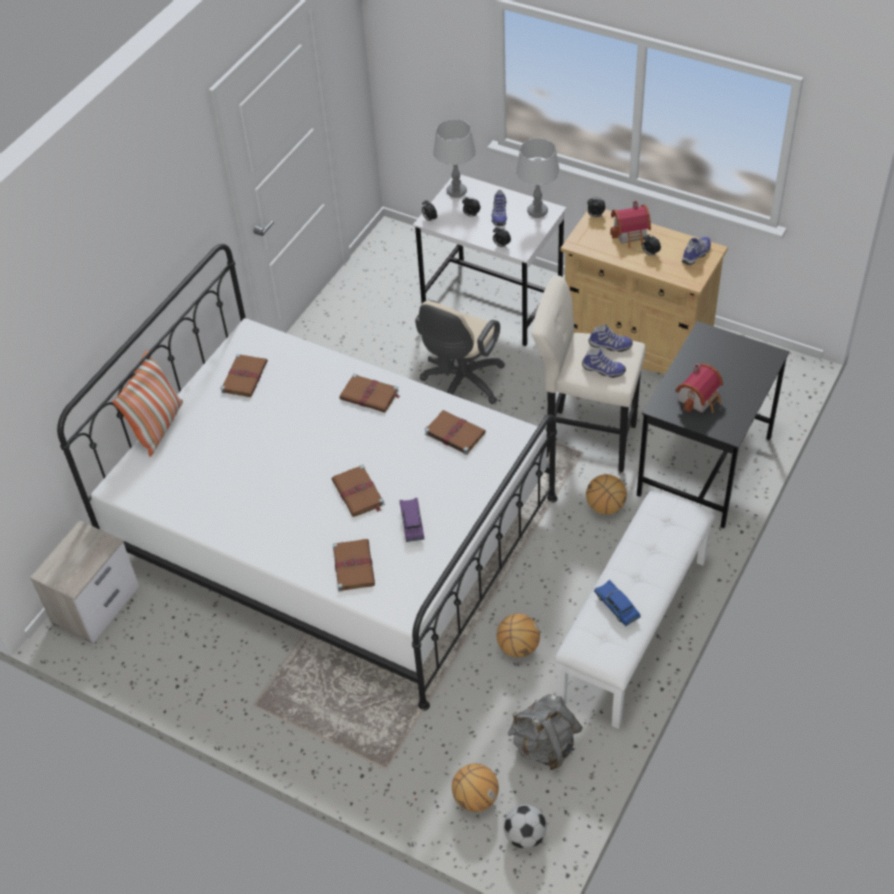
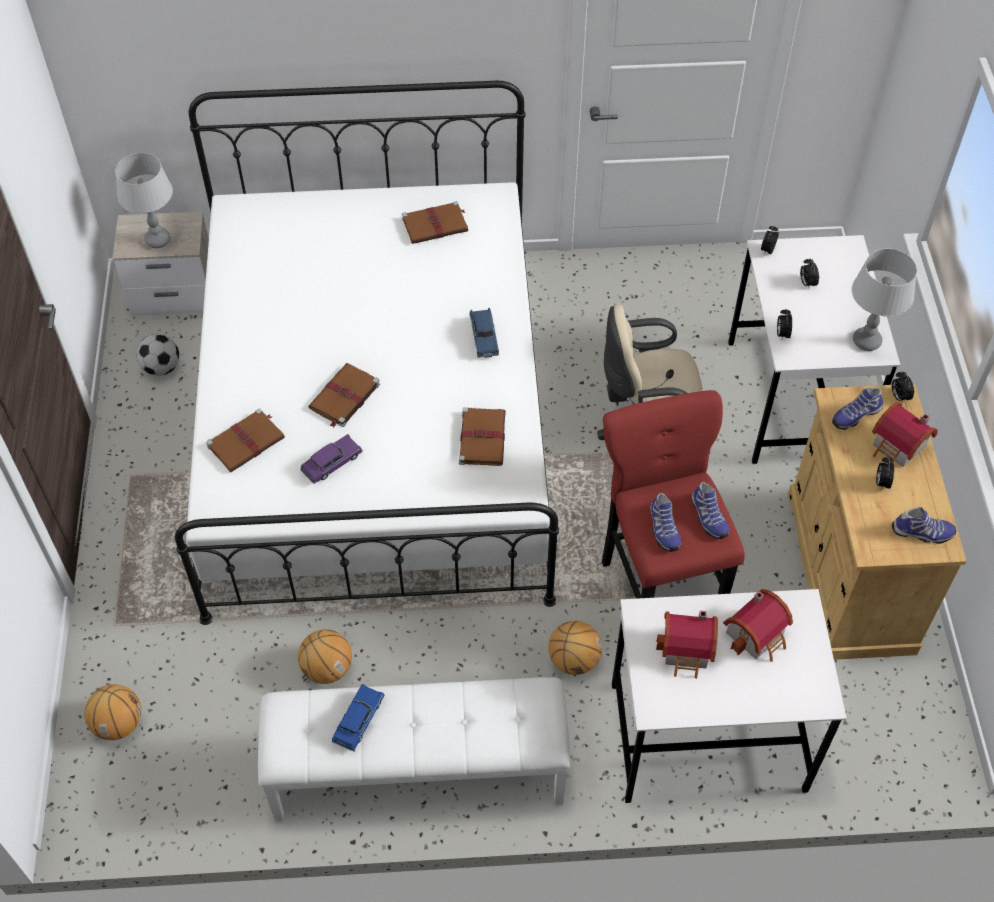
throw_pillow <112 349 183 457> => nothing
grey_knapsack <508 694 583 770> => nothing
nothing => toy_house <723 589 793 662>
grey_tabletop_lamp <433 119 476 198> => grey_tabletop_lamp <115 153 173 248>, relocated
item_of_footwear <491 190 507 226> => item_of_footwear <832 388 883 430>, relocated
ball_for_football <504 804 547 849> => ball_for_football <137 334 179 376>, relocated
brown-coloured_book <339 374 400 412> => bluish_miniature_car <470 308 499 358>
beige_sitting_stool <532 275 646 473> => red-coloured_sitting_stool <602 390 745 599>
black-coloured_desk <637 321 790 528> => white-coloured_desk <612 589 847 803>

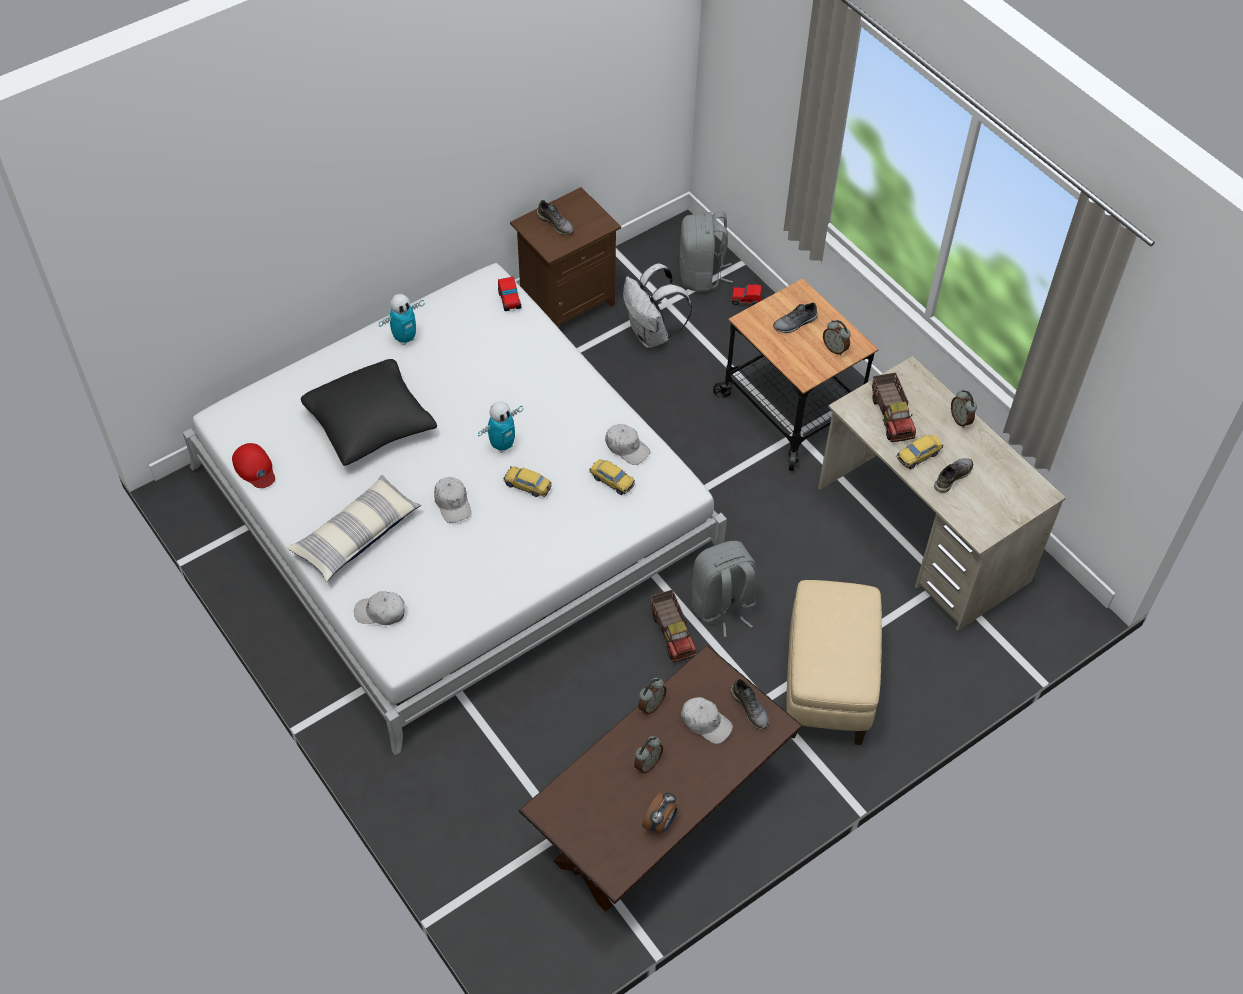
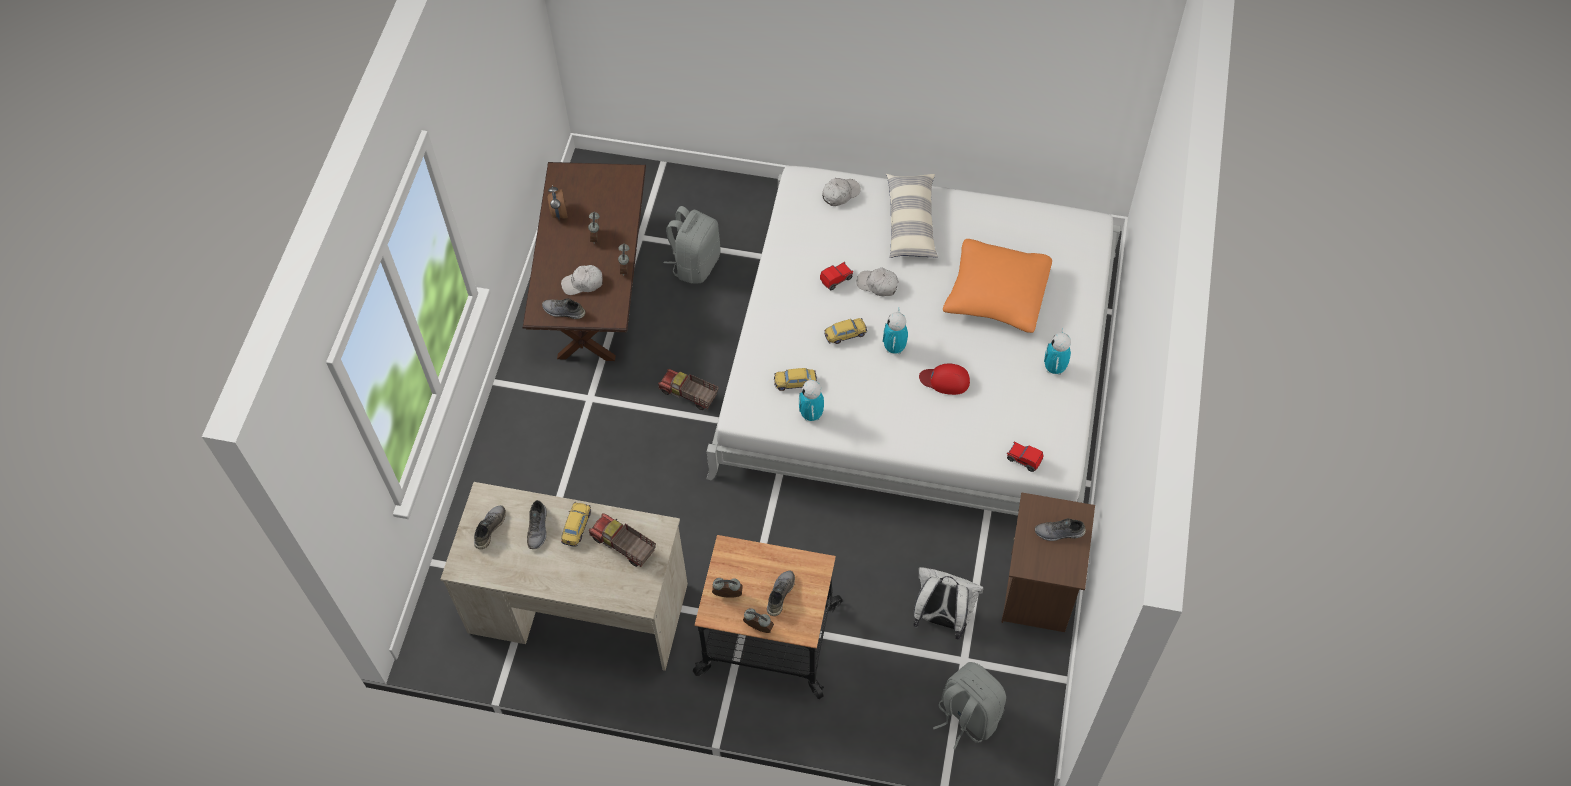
beige_ottoman <787 580 882 745> => nothing
nothing => grey_item_of_footwear <474 505 506 549>
red-coloured_peaked_cap <232 443 275 488> => red-coloured_peaked_cap <919 364 970 395>, relocated
grey_knapsack <691 541 757 637> => grey_knapsack <664 206 720 283>, relocated
miniature_car <731 284 762 305> => miniature_car <820 262 853 290>, relocated
alarm_clock <951 390 977 428> => alarm_clock <743 608 774 633>, relocated
white-coloured_peaked_cap <605 424 651 465> => toy_robot <799 376 824 421>
black-coloured_throw_pillow <301 359 437 466> => orange_throw_pillow <943 239 1052 333>

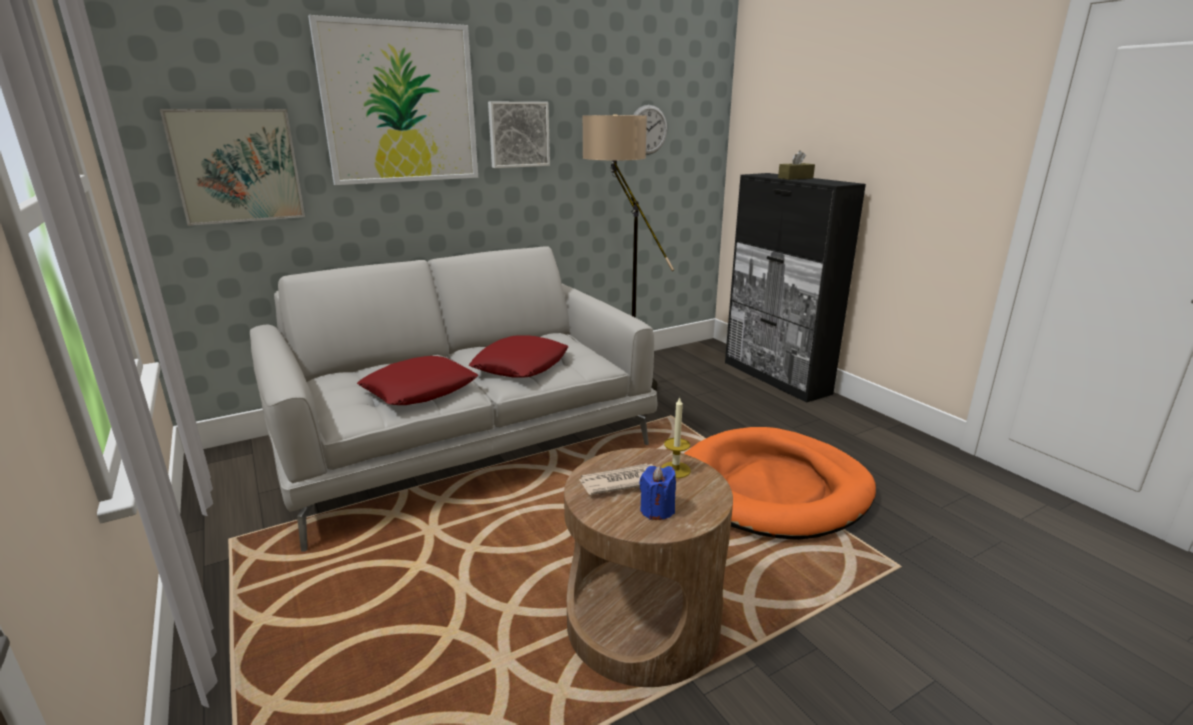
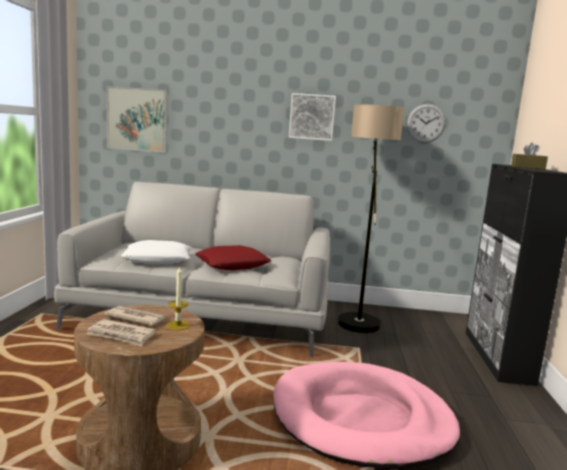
picture <308 15 478 185> => nothing
bluish_candle <639 466 676 520> => daily_paper <86 319 156 346>
red-coloured_throw_pillow <357 356 478 405> => white-coloured_throw_pillow <121 240 192 264>
orange_pet_bed <684 427 876 540> => pinkish_pet_bed <273 362 460 469>

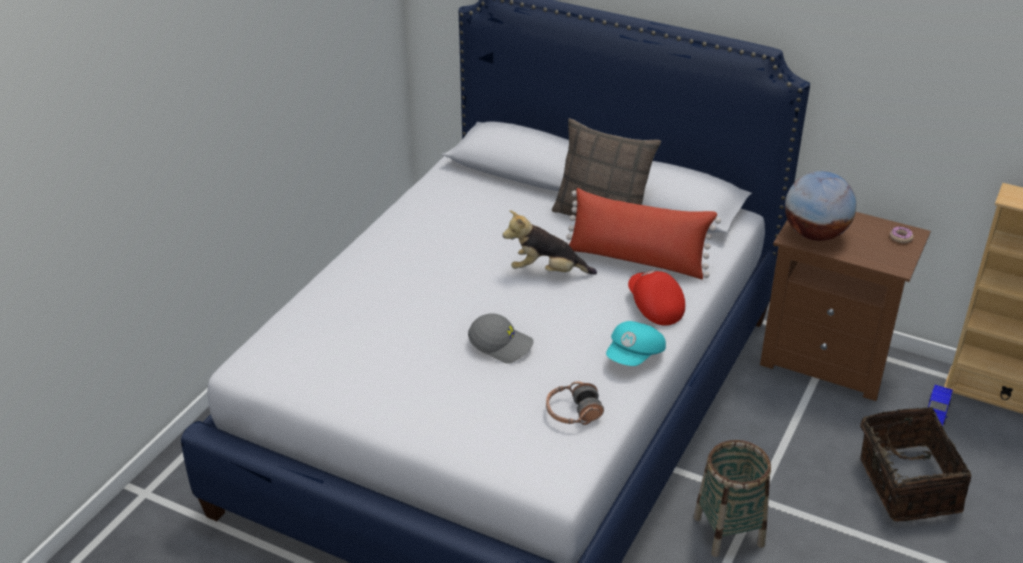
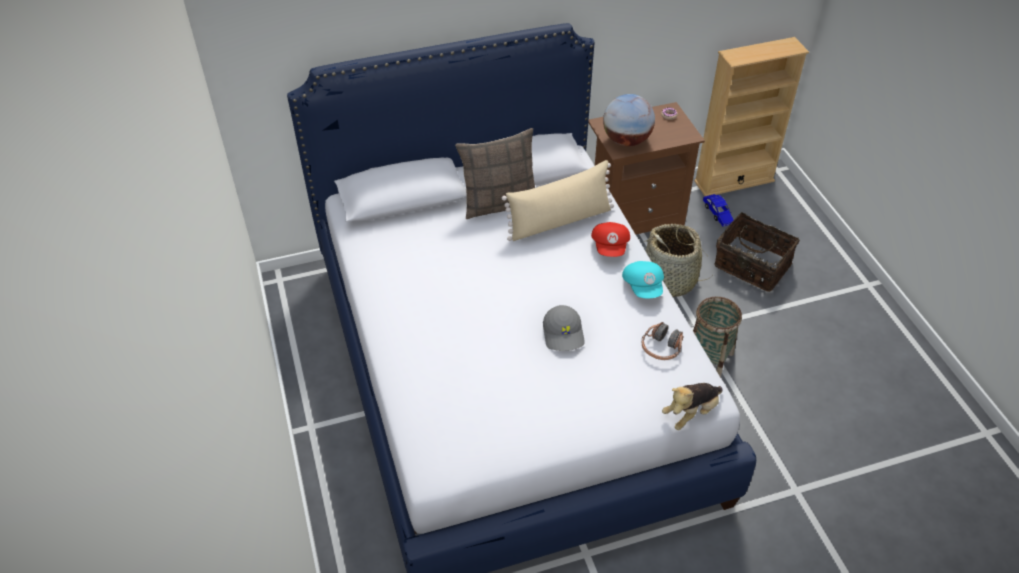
nothing => household_basket <643 224 714 297>
soft_toy <503 210 597 275> => soft_toy <662 383 723 430>, relocated
red-coloured_throw_pillow <566 188 721 279> => beige_throw_pillow <502 160 614 241>
grey_peaked_cap <468 313 534 364> => grey_peaked_cap <543 305 585 351>, 105 degrees clockwise
red-coloured_peaked_cap <628 270 685 326> => red-coloured_peaked_cap <591 222 630 257>, 105 degrees counterclockwise

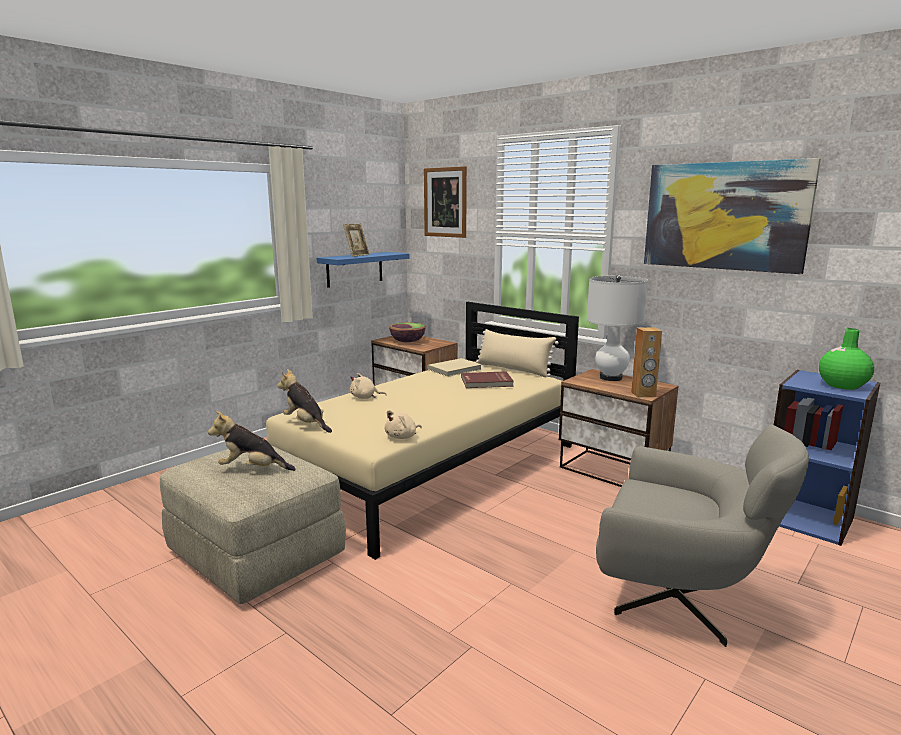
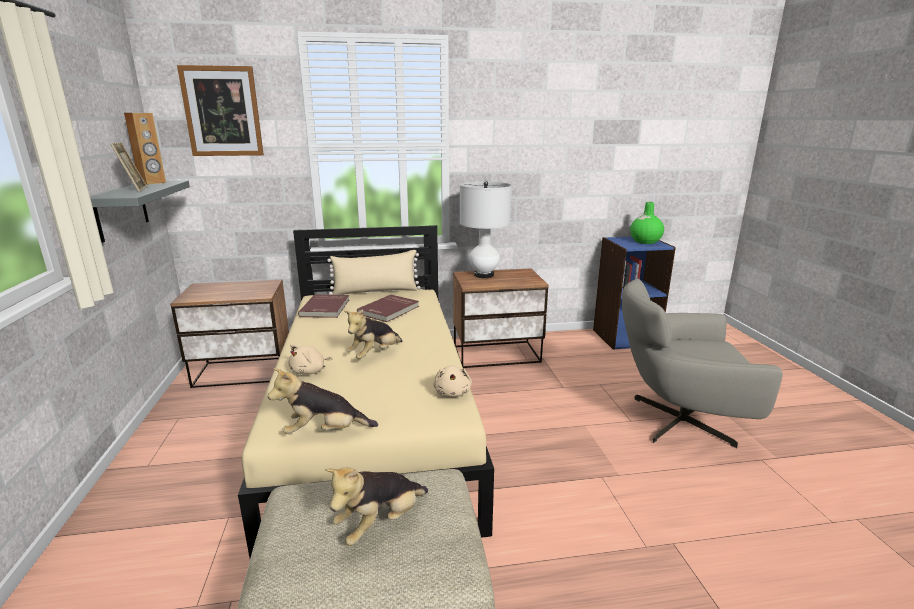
serving_bowl <389 322 426 342> => nothing
picture <644 158 821 274> => nothing
nothing => soft_toy <344 309 402 359>
brown-coloured_audio_speaker <631 327 662 398> => brown-coloured_audio_speaker <124 113 166 185>, relocated
bluish_shelf <316 252 410 288> => grey_shelf <90 180 190 243>
beige_book <428 358 482 377> => red-coloured_book <298 294 349 318>
grey_easy_chair <596 425 809 647> => grey_easy_chair <622 279 783 448>, 150 degrees counterclockwise

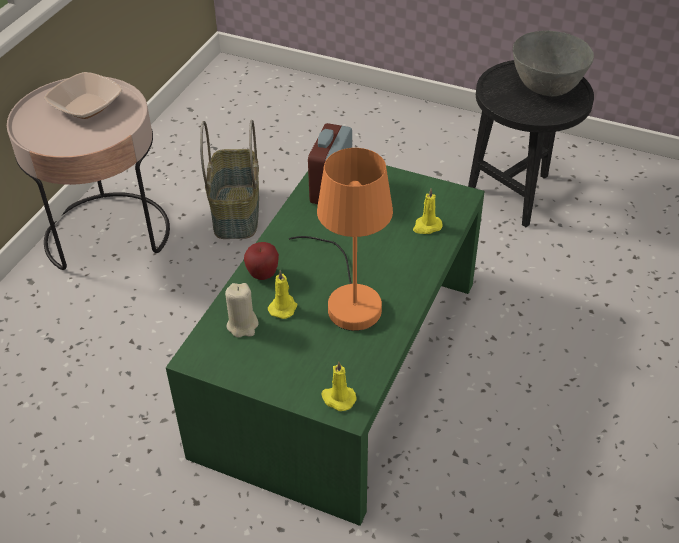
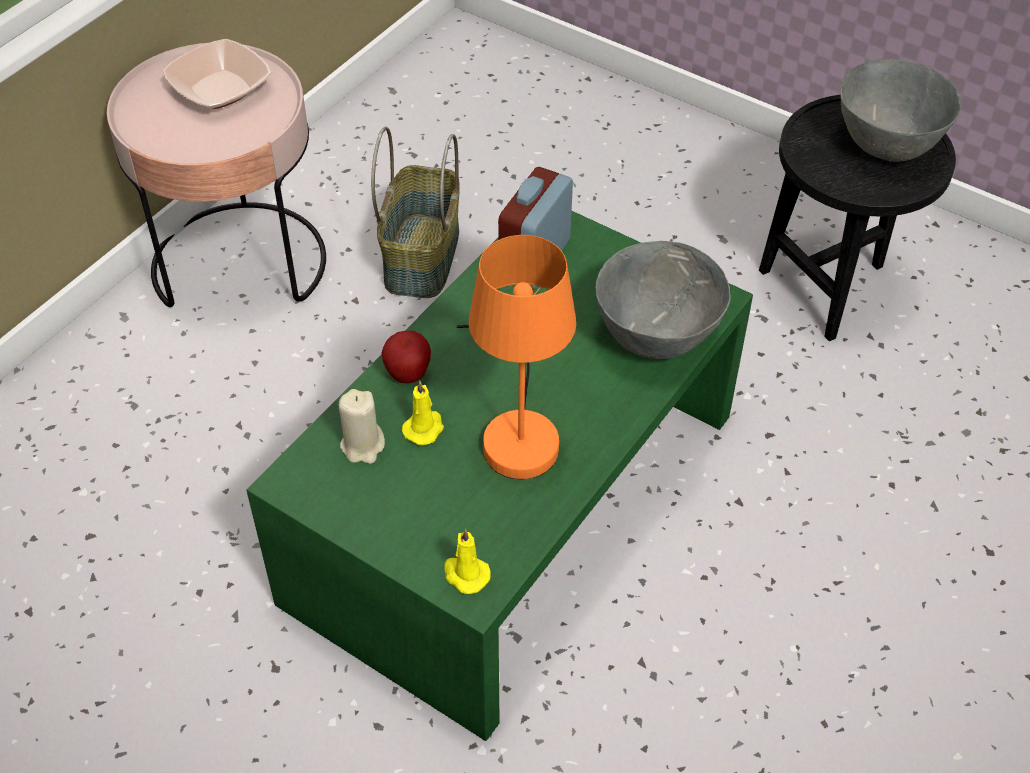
yellow-coloured_candle <413 188 443 234> => grey_serving_bowl <596 241 731 359>

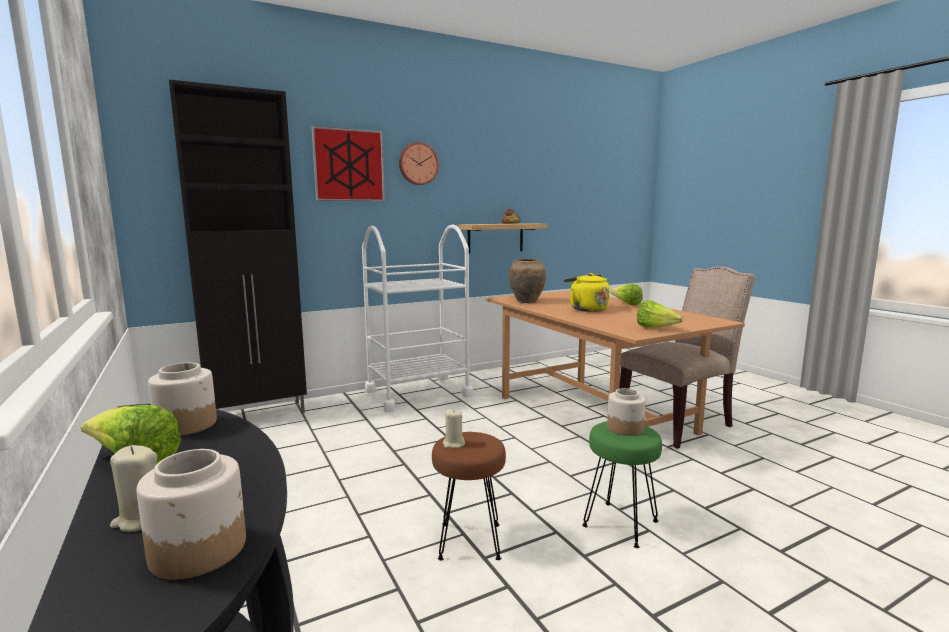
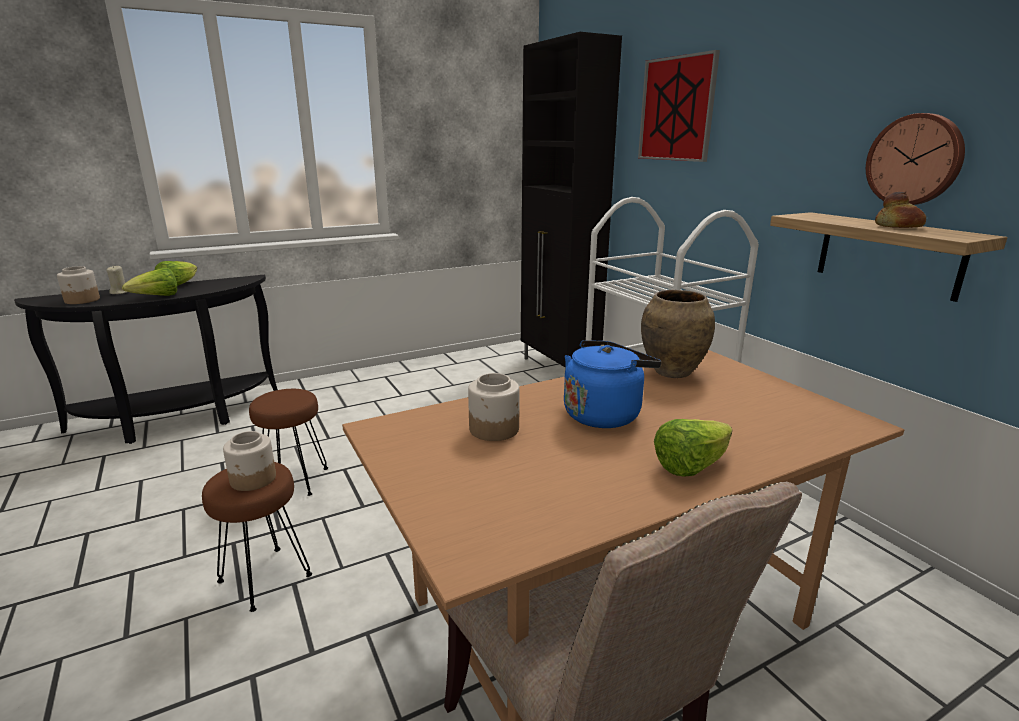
beige_candle <443 409 465 448> => nothing
preserve_jar <148 363 217 436> => preserve_jar <468 373 520 441>, relocated
hanging_clock <399 142 439 185> => hanging_clock <866 113 965 205>, relocated
lettuce_head <637 300 683 328> => lettuce_head <122 268 177 296>, relocated
yellow-coloured_tea_kettle <564 273 610 312> => bluish_tea_kettle <564 340 661 428>
green-coloured_sitting_stool <582 421 662 548> => brown-coloured_sitting_stool <202 462 312 612>

